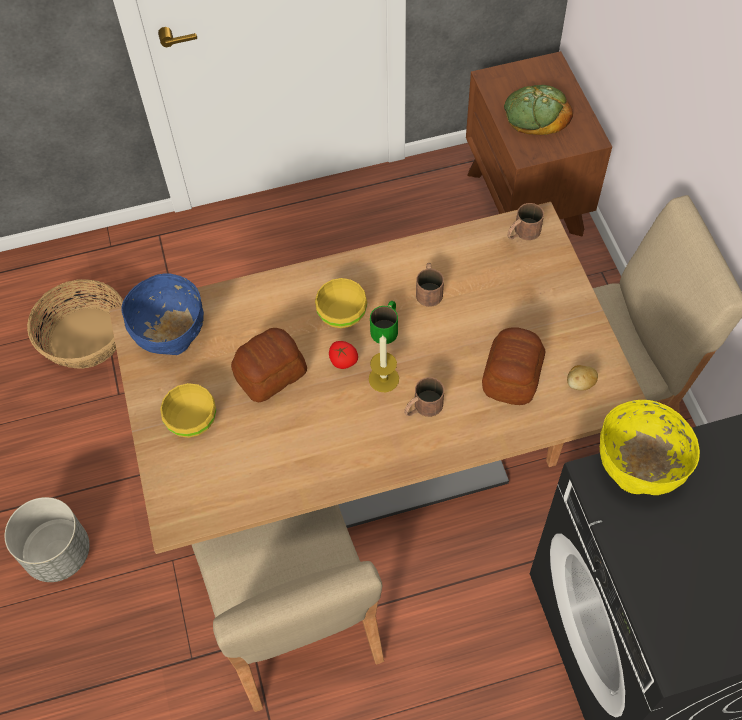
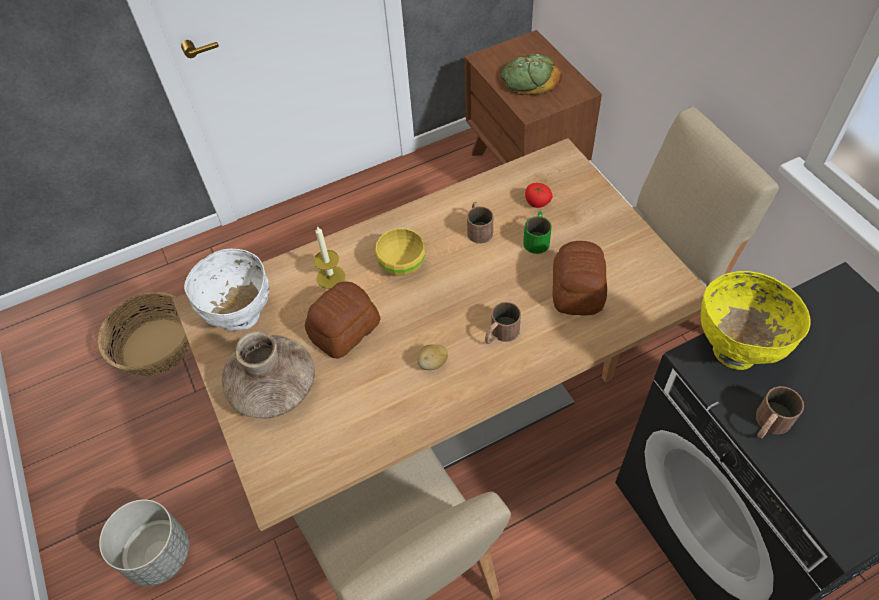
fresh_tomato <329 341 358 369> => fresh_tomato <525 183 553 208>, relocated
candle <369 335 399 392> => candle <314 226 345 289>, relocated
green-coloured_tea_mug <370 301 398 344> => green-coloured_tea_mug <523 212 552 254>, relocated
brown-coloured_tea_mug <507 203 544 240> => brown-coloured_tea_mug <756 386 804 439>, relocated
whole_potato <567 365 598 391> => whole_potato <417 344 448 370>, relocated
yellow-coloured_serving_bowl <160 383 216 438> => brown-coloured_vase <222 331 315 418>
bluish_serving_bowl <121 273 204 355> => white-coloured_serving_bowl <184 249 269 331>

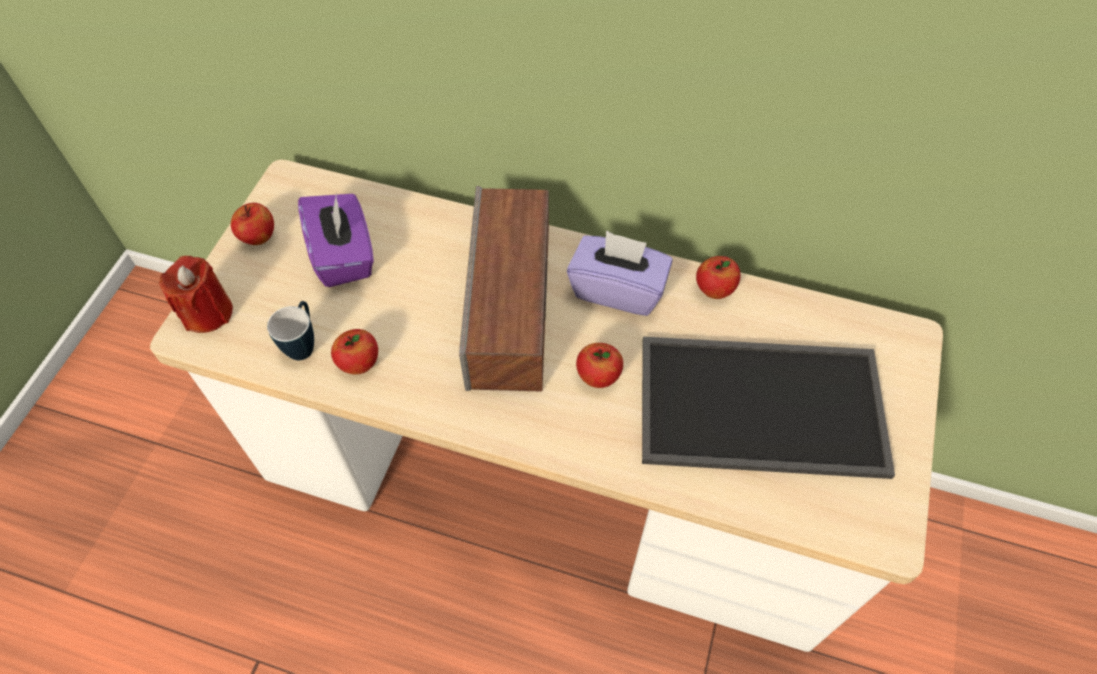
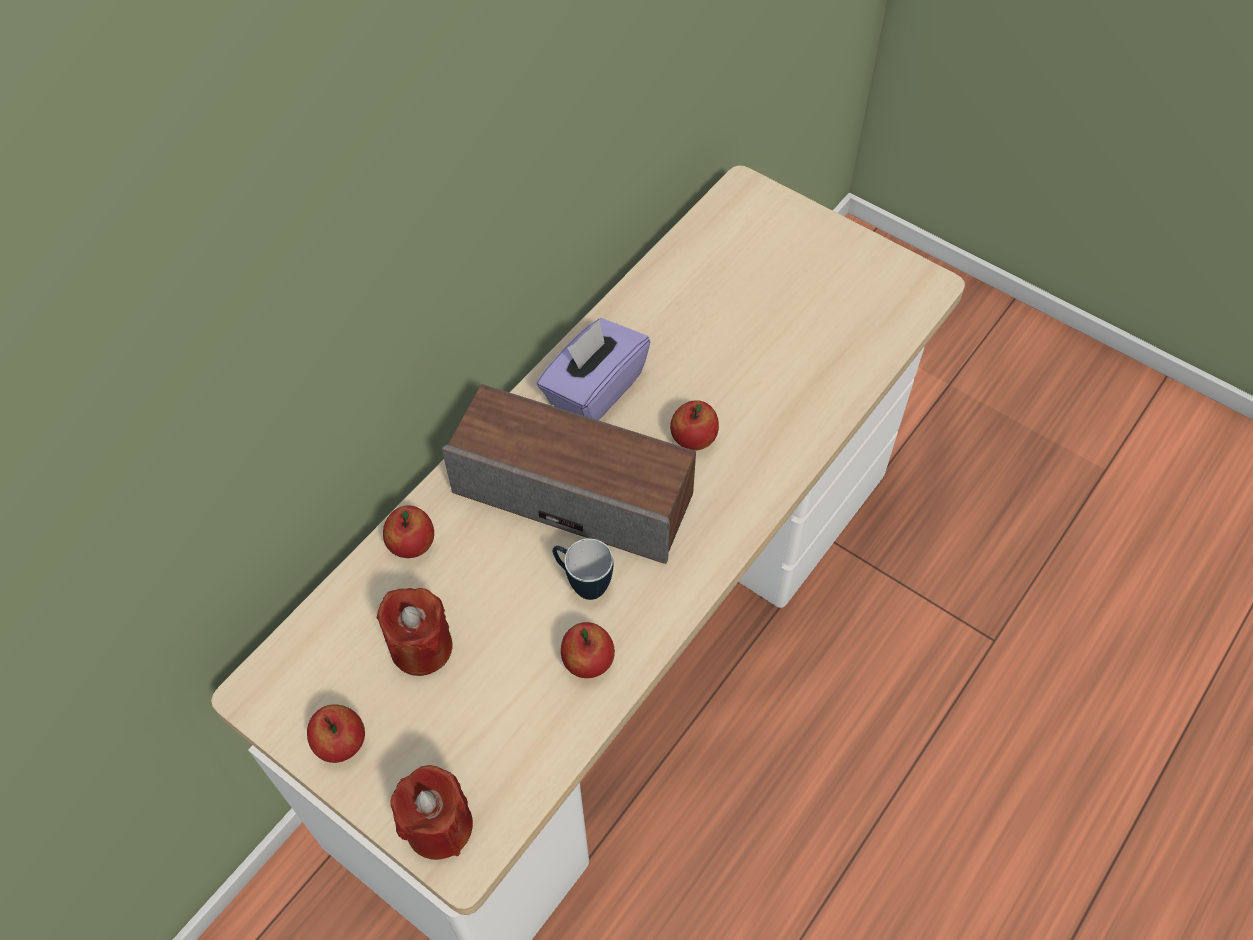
tray <642 337 895 479> => nothing
tea_mug <267 301 314 360> => tea_mug <553 539 613 600>, relocated
whole_apple <696 256 741 299> => whole_apple <383 506 434 558>, relocated
purplish_box_of_tissues <298 192 374 287> => red-coloured_candle <377 588 453 676>

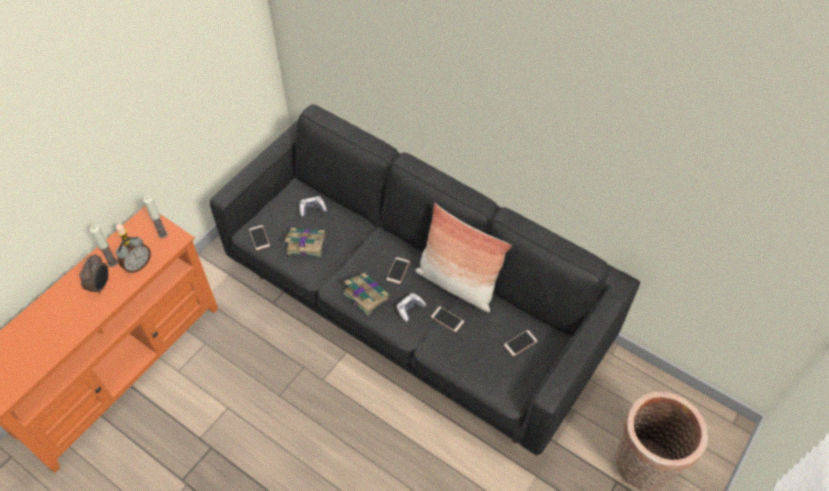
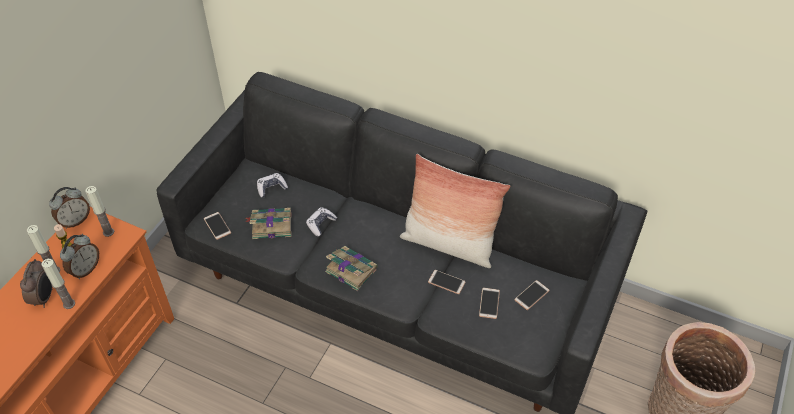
nothing => candle <42 259 75 309>
nothing => alarm_clock <49 187 90 229>
handset <386 257 410 284> => handset <479 288 500 319>, relocated
game_controller <397 293 426 322> => game_controller <306 207 337 236>, relocated

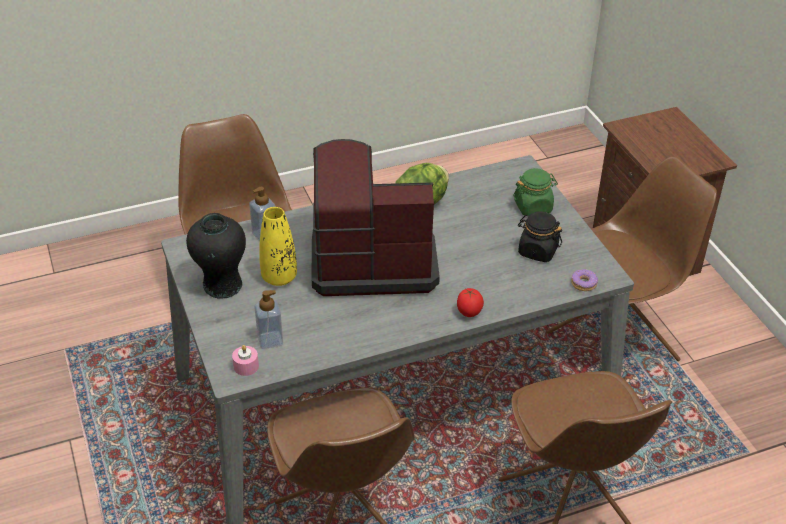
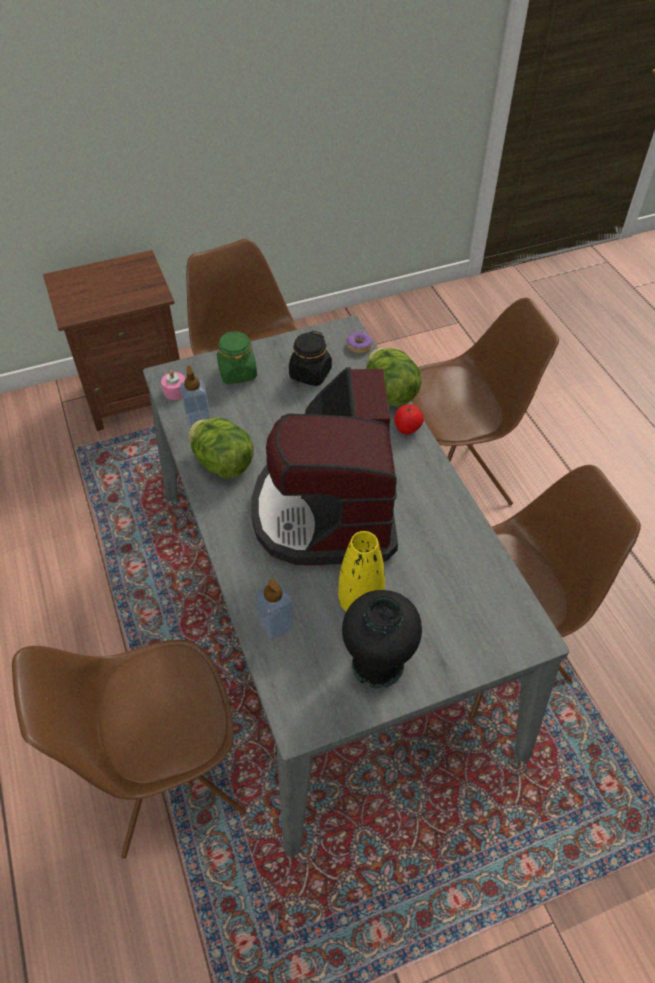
nothing => lettuce_head <366 348 422 406>
pinkish_candle <232 345 259 376> => pinkish_candle <161 370 185 400>, relocated
soap_bottle <254 290 283 349> => soap_bottle <180 366 210 428>, relocated

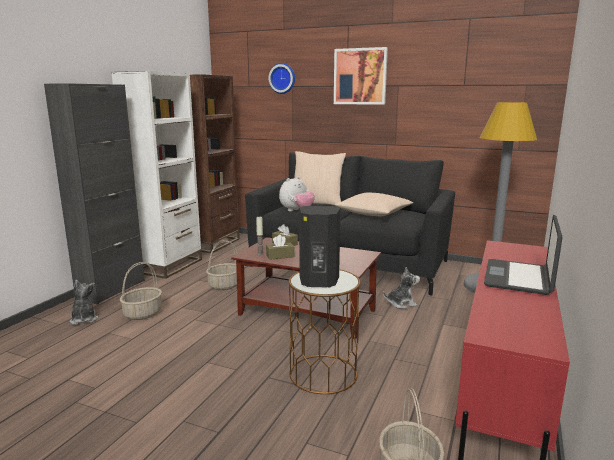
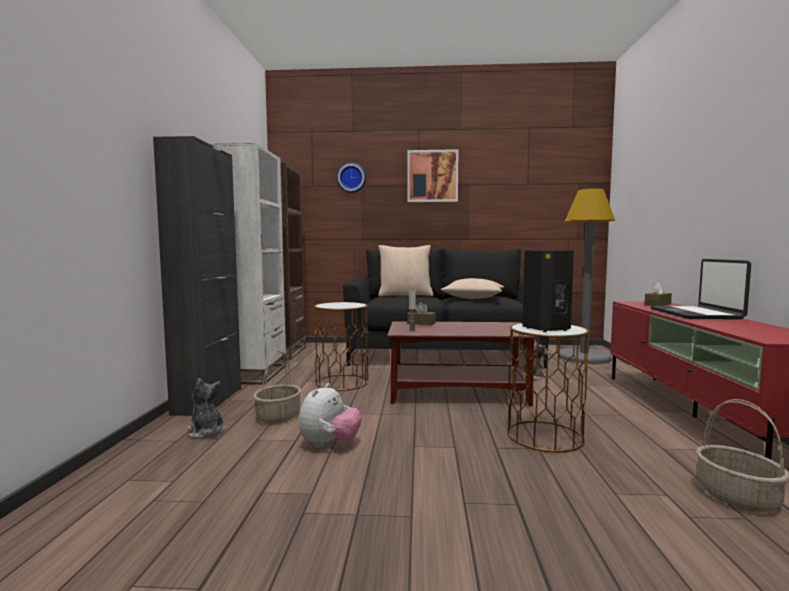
brown-coloured_box_of_tissues <266 235 294 260> => brown-coloured_box_of_tissues <645 283 672 306>, relocated
soft_toy <279 176 315 211> => soft_toy <299 383 362 448>, relocated
household_basket <206 240 237 290> => brown-coloured_accent_table <314 302 368 391>

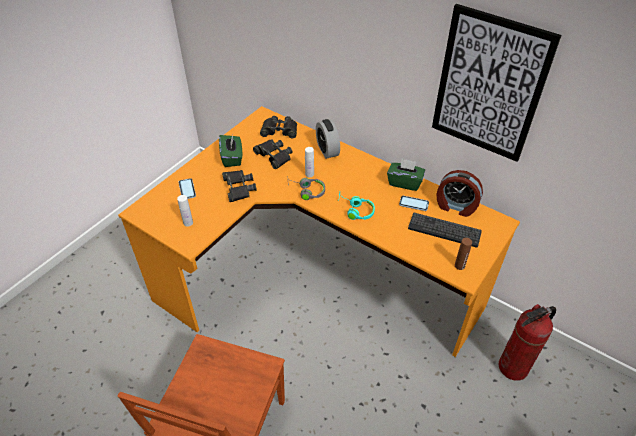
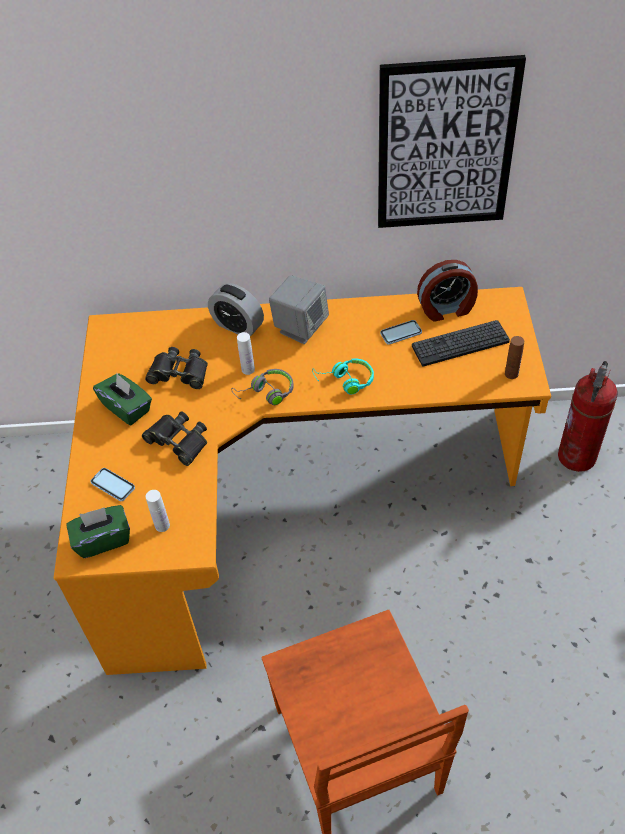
black-coloured_binoculars <260 116 297 138> => nothing
nothing => grey_audio_speaker <269 275 329 344>
green-coloured_box_of_tissues <387 158 425 191> => green-coloured_box_of_tissues <66 505 130 558>, relocated

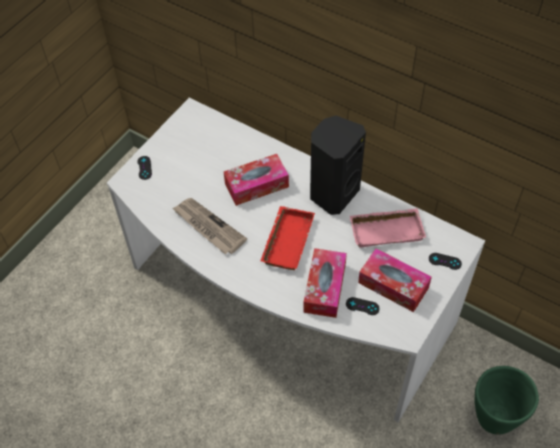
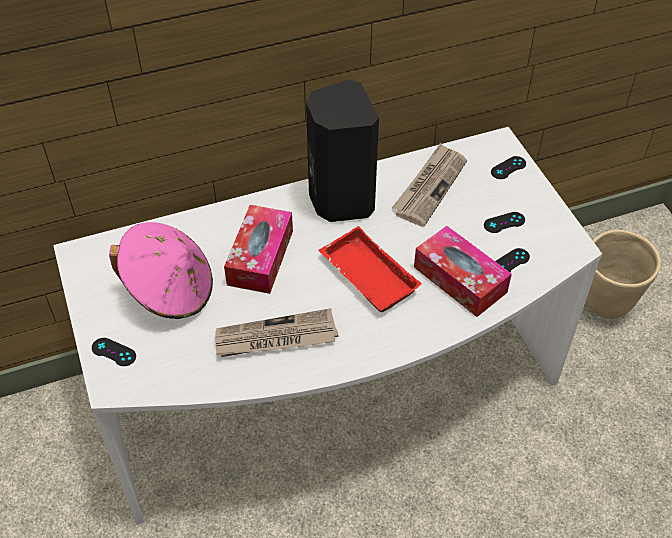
nothing => pinkish_hat <109 222 213 319>
pinkish_tray <350 208 426 248> => daily_paper <392 143 467 227>
box_of_tissues <358 249 432 312> => black-coloured_game_controller <484 212 525 233>
green-coloured_plant_pot <475 366 539 434> => beige_plant_pot <586 230 661 319>

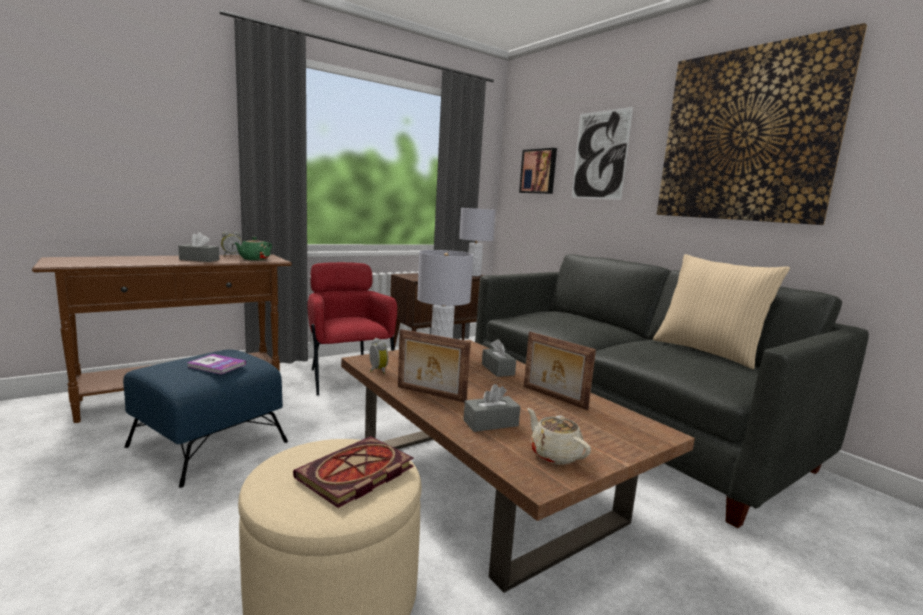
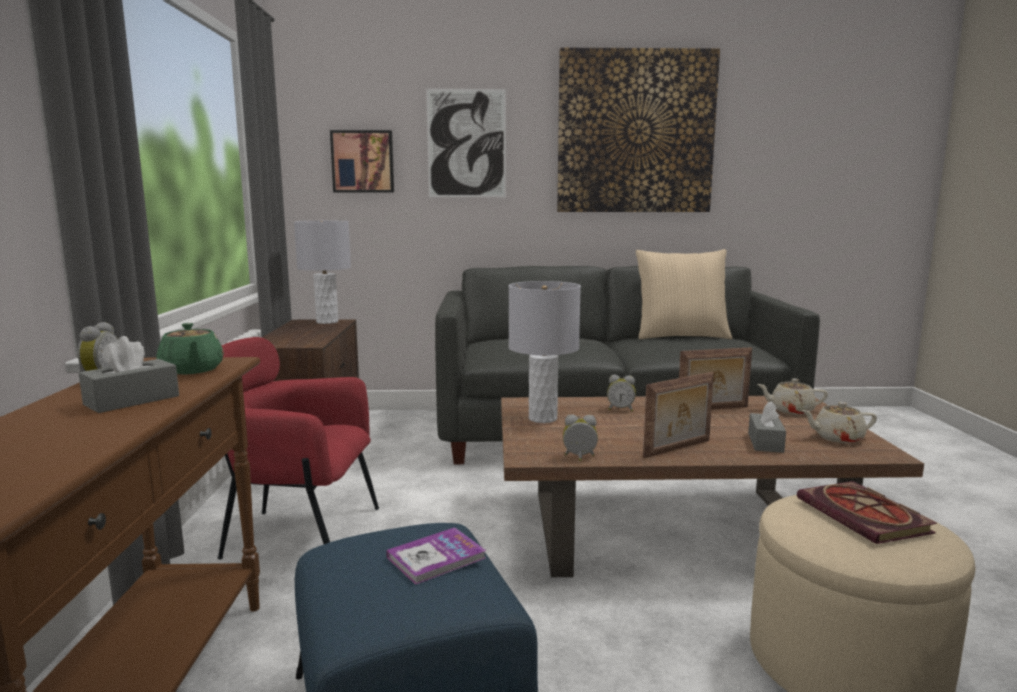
nothing => beige_pot_for_tea <757 379 828 415>
grey_box_of_tissues <482 339 516 377> => alarm_clock <607 375 636 411>

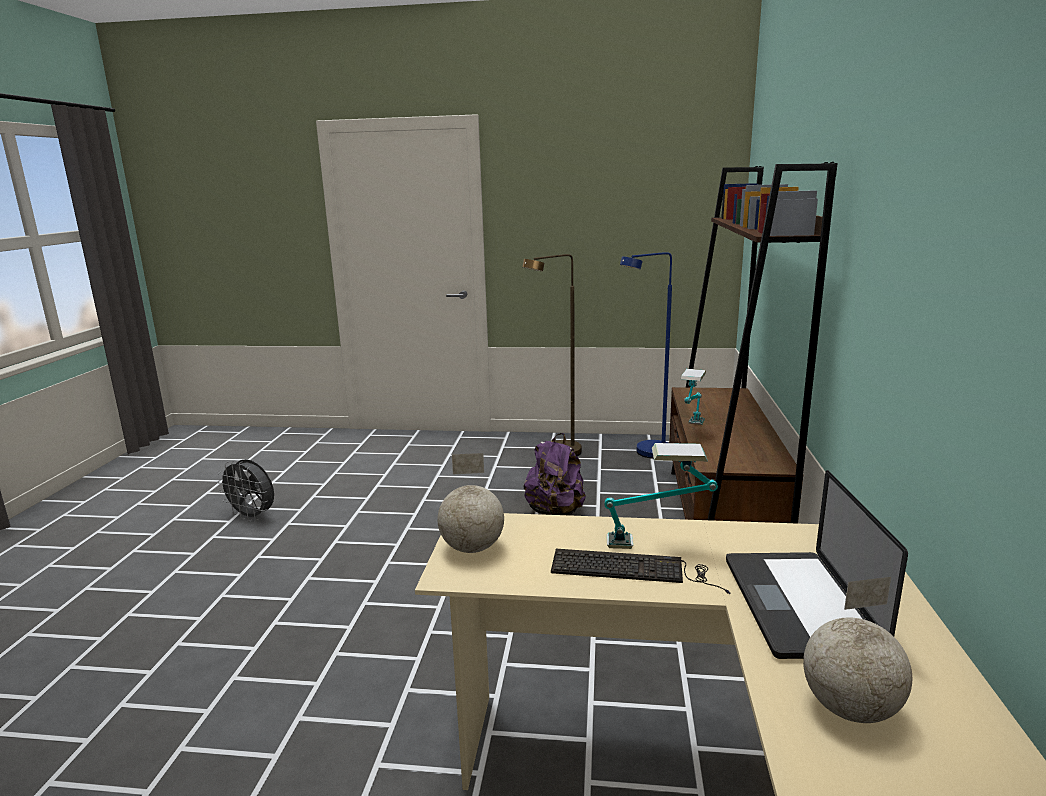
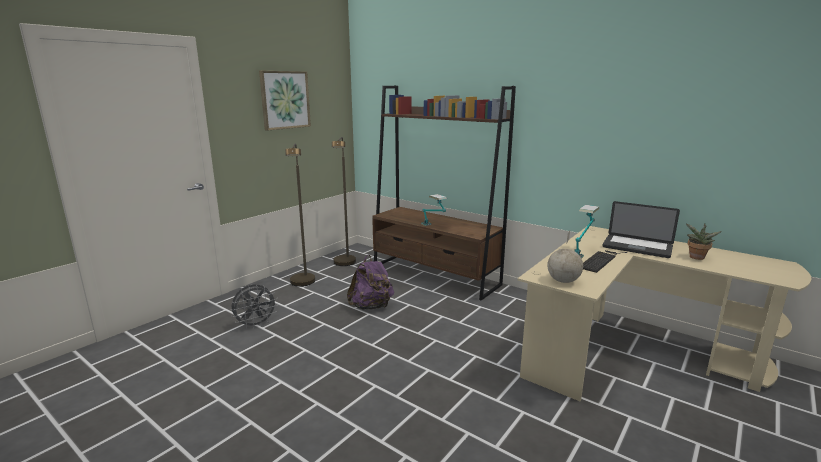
nothing => picture <259 71 311 131>
grey_electric_fan <217 459 274 522> => grey_electric_fan <232 284 278 329>, relocated
world_globe <803 577 912 723> => potted_plant <686 223 722 260>
bluish_floor_lamp <620 252 672 459> => brown-coloured_floor_lamp <332 137 356 266>

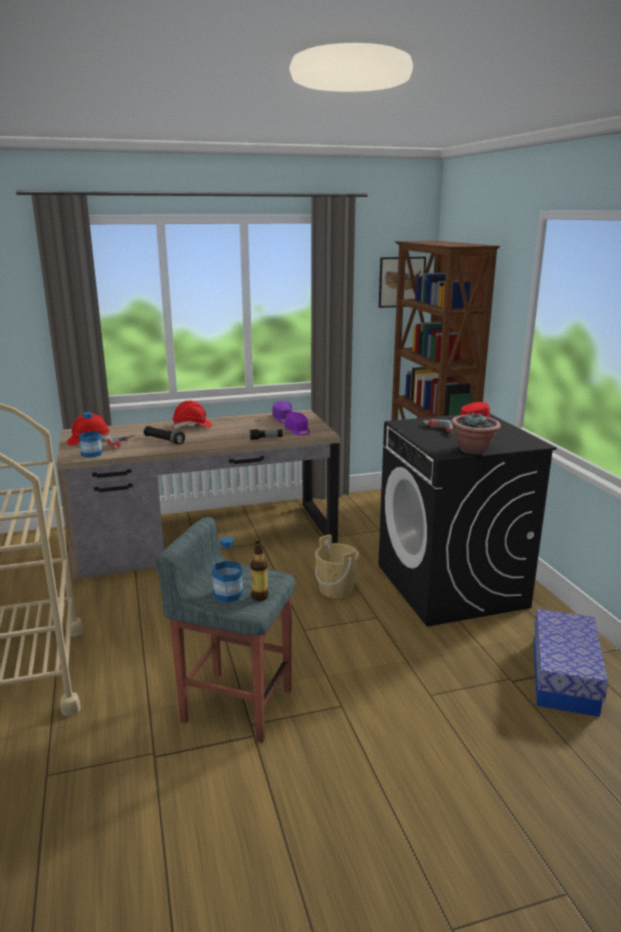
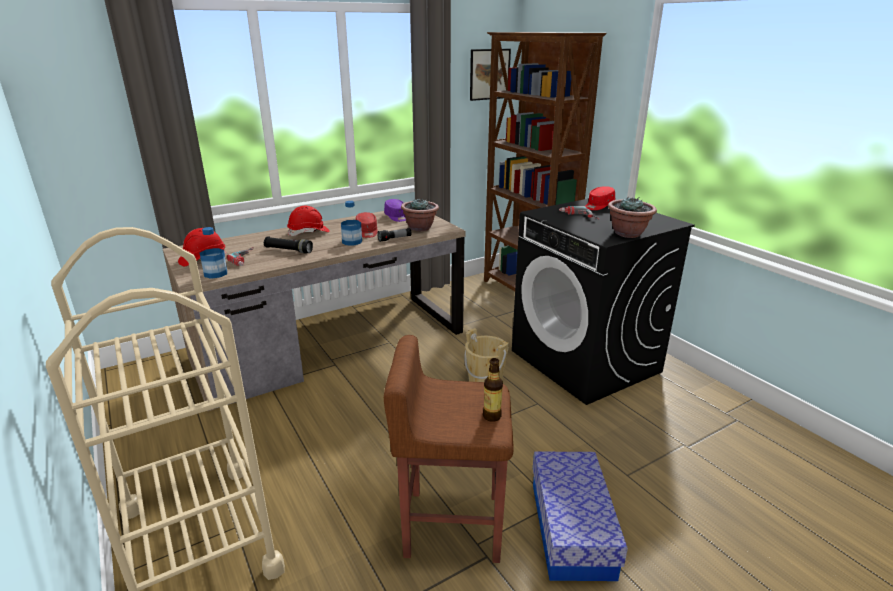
nothing => red-coloured_peaked_cap <356 212 378 238>
beverage_bottle <212 537 243 602> => beverage_bottle <341 201 362 246>, relocated
storage_bin <534 609 608 717> => storage_bin <533 452 628 581>, relocated
purplish_peaked_cap <285 412 310 436> => potted_plant <401 198 439 231>
grey_sitting_stool <157 517 295 743> => brown-coloured_sitting_stool <384 335 514 563>

